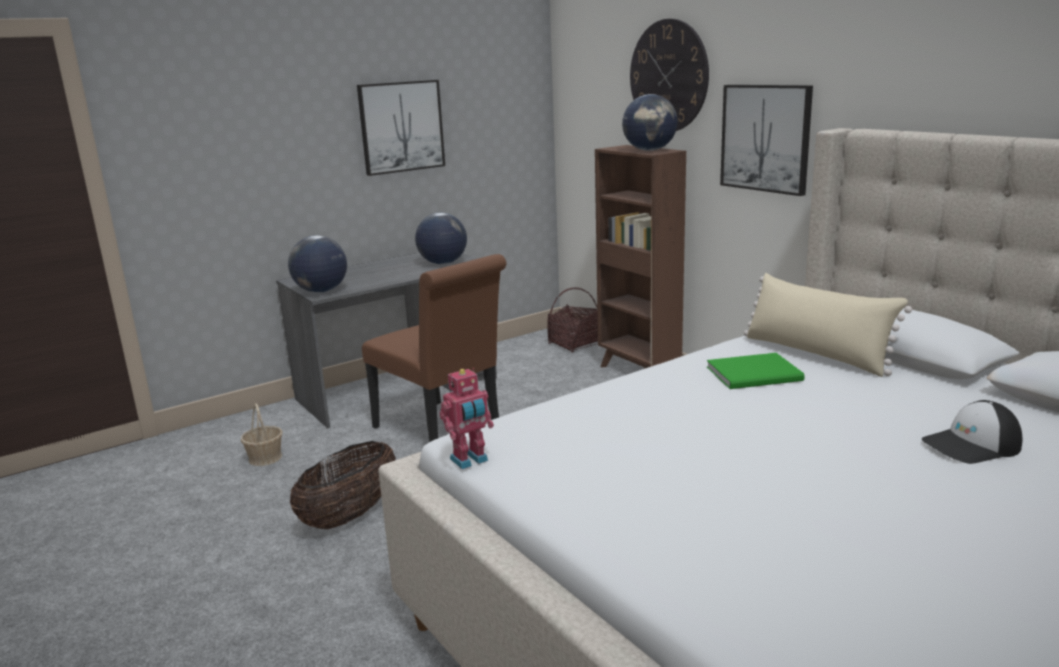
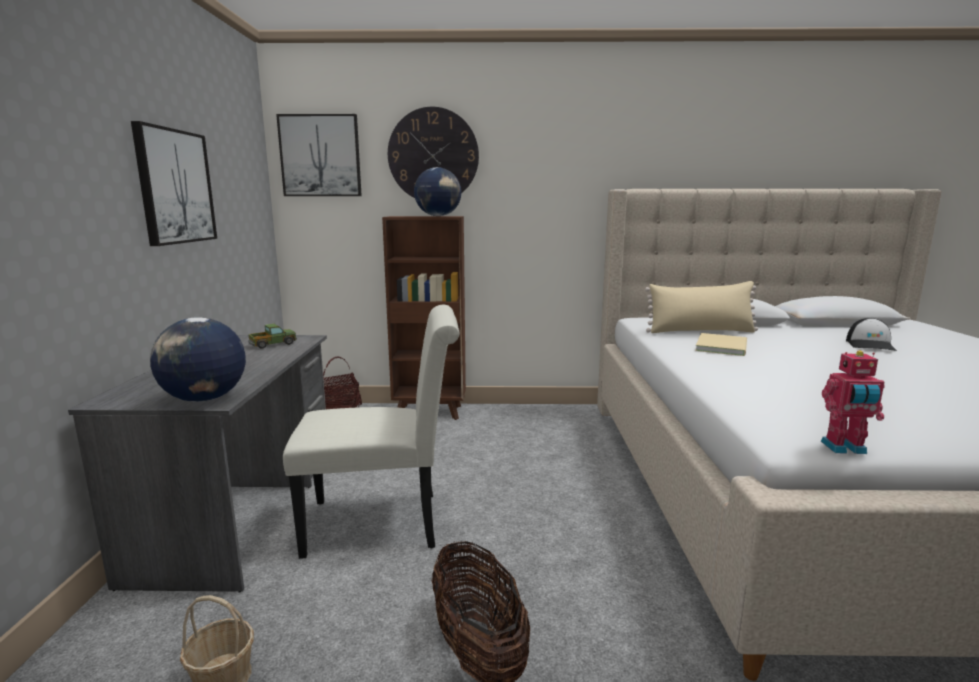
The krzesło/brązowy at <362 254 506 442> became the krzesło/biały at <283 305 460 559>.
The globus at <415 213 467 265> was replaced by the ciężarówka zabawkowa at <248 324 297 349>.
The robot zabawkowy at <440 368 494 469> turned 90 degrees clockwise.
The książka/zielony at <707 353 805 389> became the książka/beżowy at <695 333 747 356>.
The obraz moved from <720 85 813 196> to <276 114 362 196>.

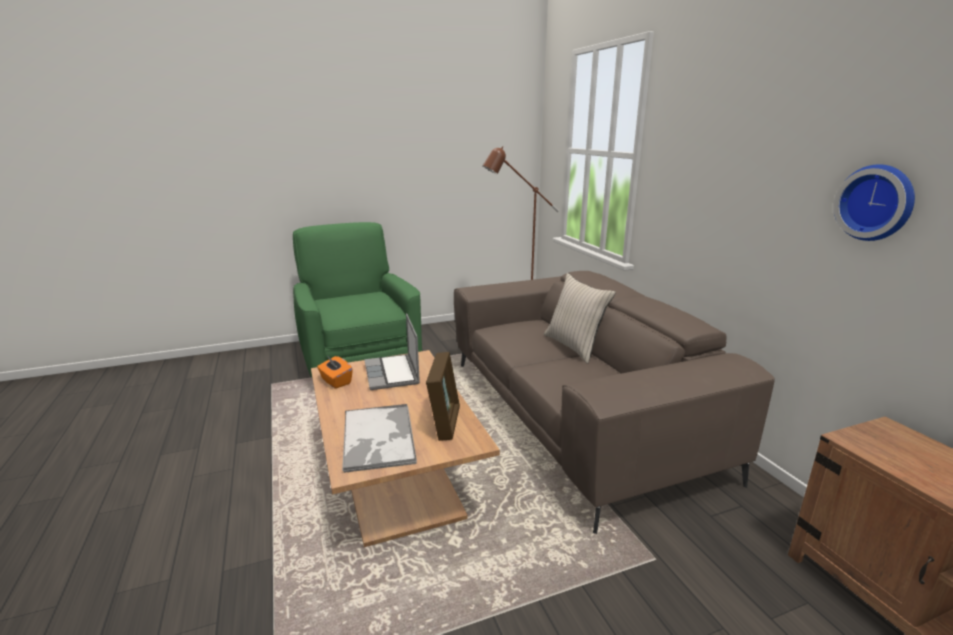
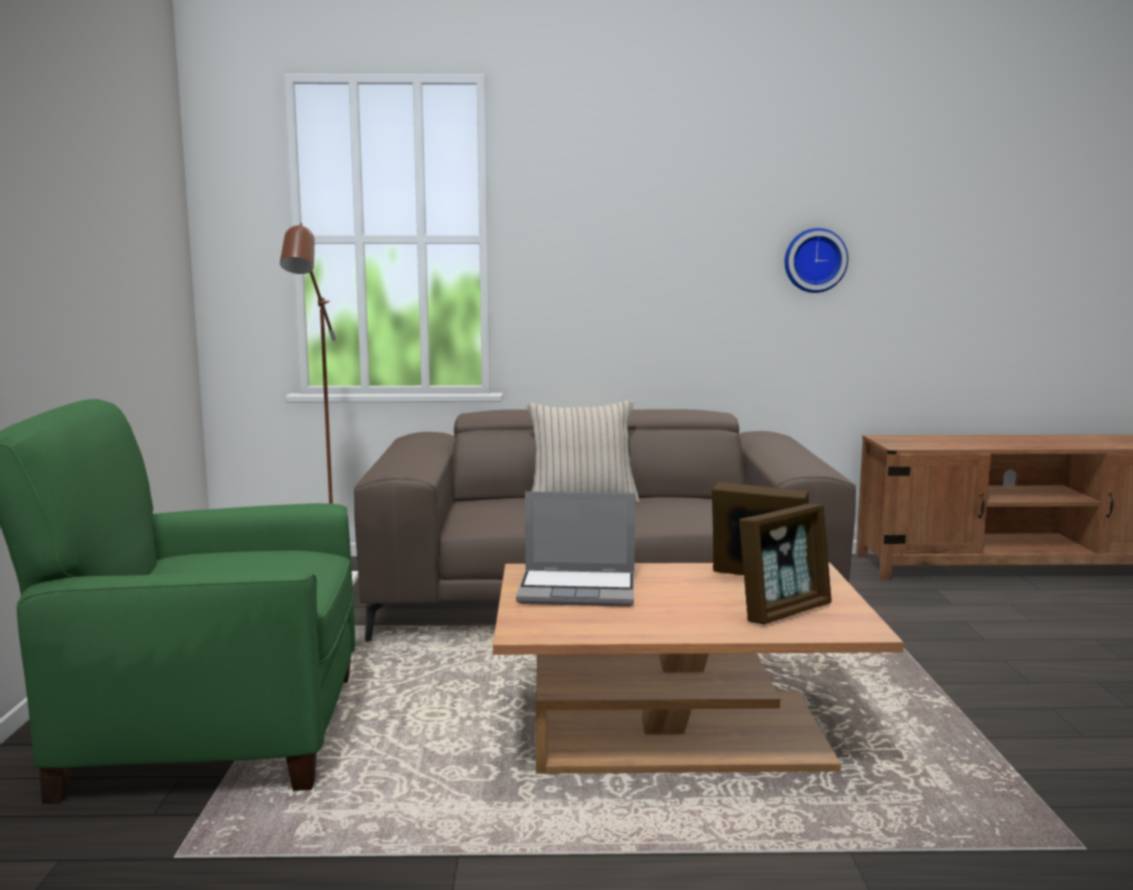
The pudełko chusteczek/pomarańczowy at <317 356 353 389> disappeared.
The taca at <342 404 417 473> was replaced by the ramka na zdjęcie at <739 504 832 624>.

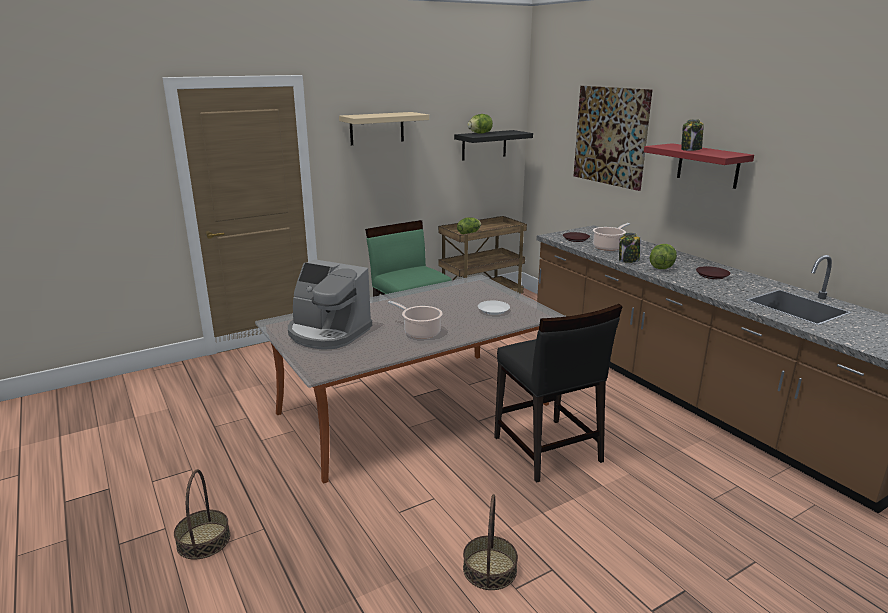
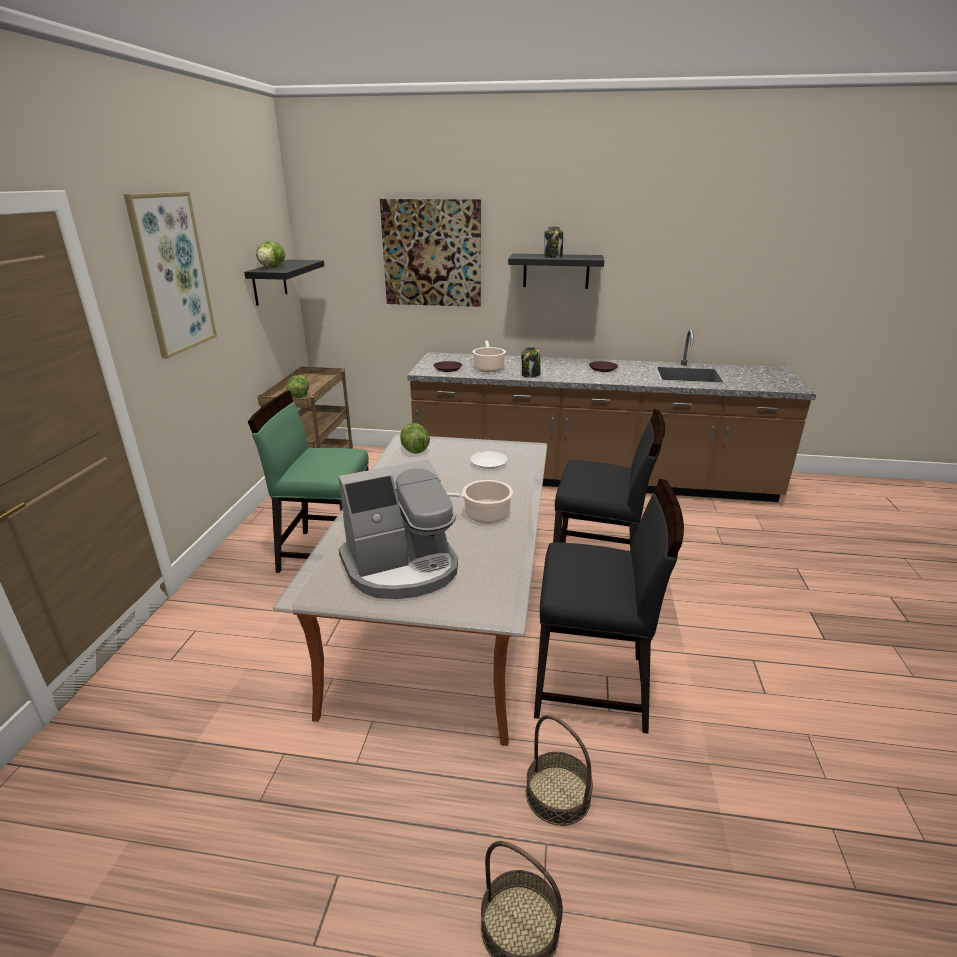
The półka/beżowy at <339 112 429 145> was replaced by the obraz at <124 192 217 359>.
The koszyk moved from <463 494 518 590> to <526 715 593 826>.
The półka/czerwony at <644 143 754 189> became the półka/czarny at <508 254 604 289>.
The sałata moved from <650 244 677 269> to <400 423 430 454>.
The krzesło/czarny at <534 479 684 734> appeared.

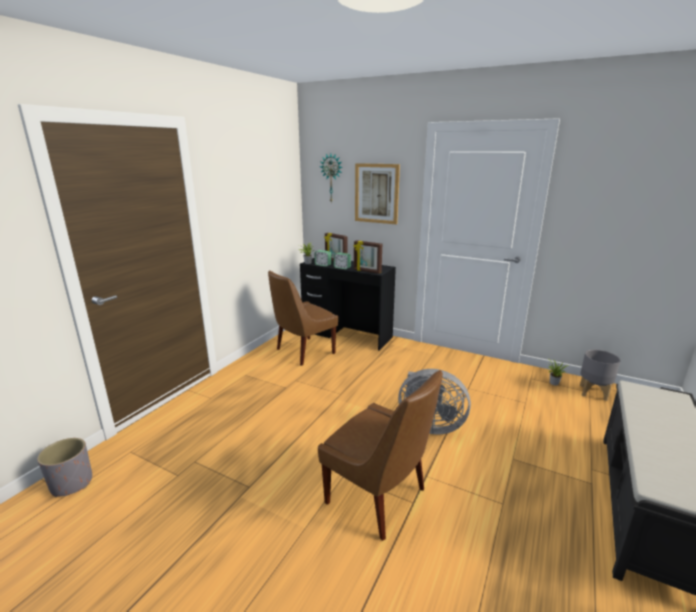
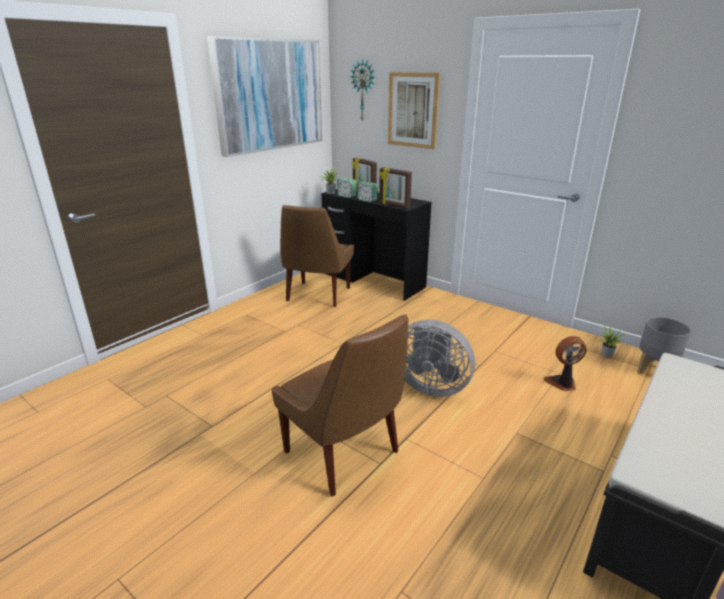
The donica/szary at <37 438 92 497> disappeared.
The krzesło/brązowy at <268 270 338 366> turned 45 degrees counterclockwise.
The obraz at <207 36 322 157> appeared.
The wentylator at <544 336 587 391> appeared.

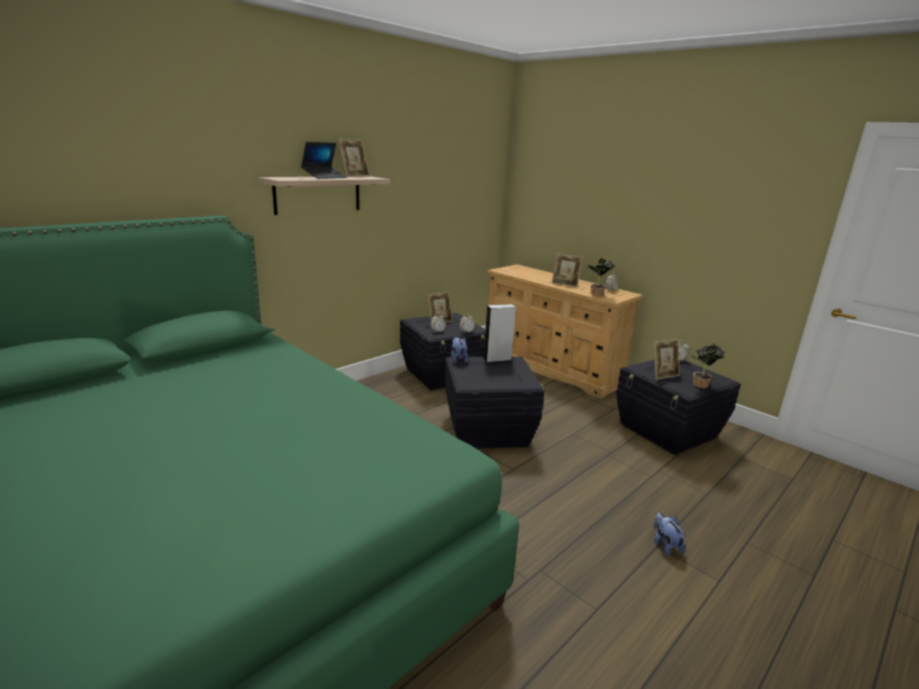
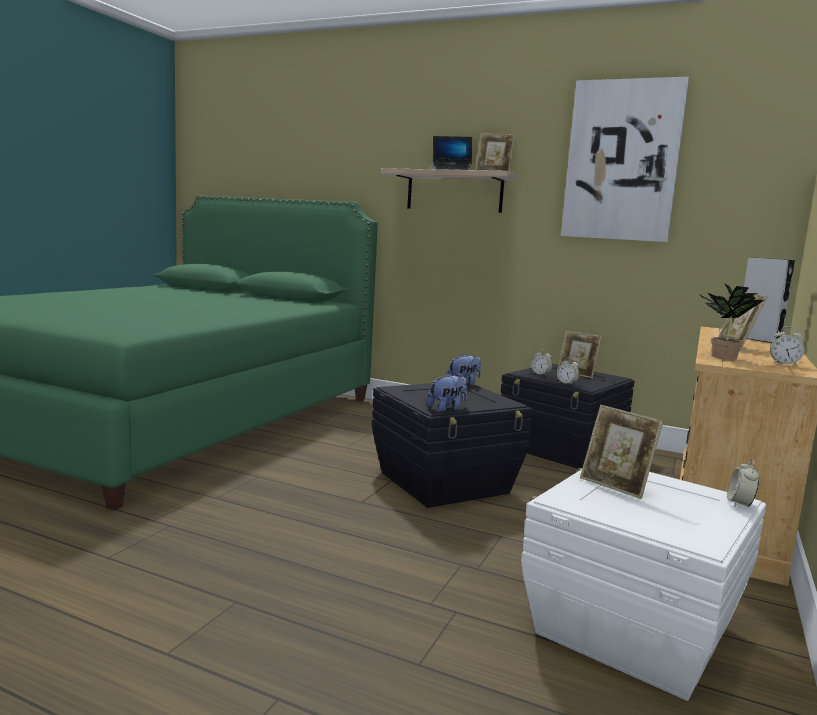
The głośnik/szary moved from <483 304 516 363> to <744 257 795 343>.
The pojemnik do przechowywania/czarny at <616 360 741 455> became the pojemnik do przechowywania/biały at <521 468 766 701>.
The pluszak moved from <653 513 685 557> to <427 373 467 412>.
The roślina doniczkowa at <691 344 726 388> disappeared.
The obraz at <561 77 689 242> appeared.

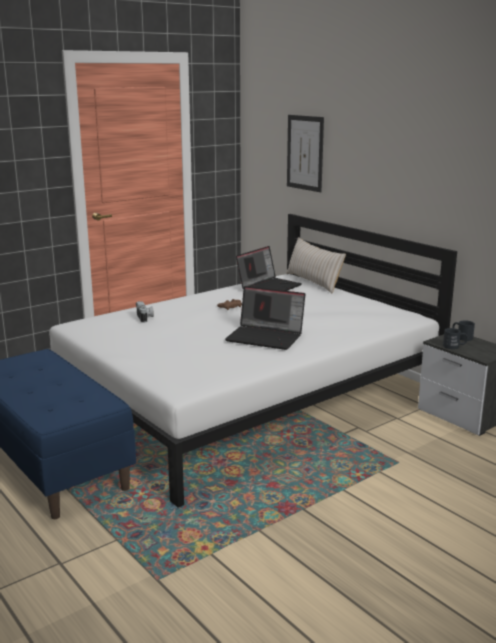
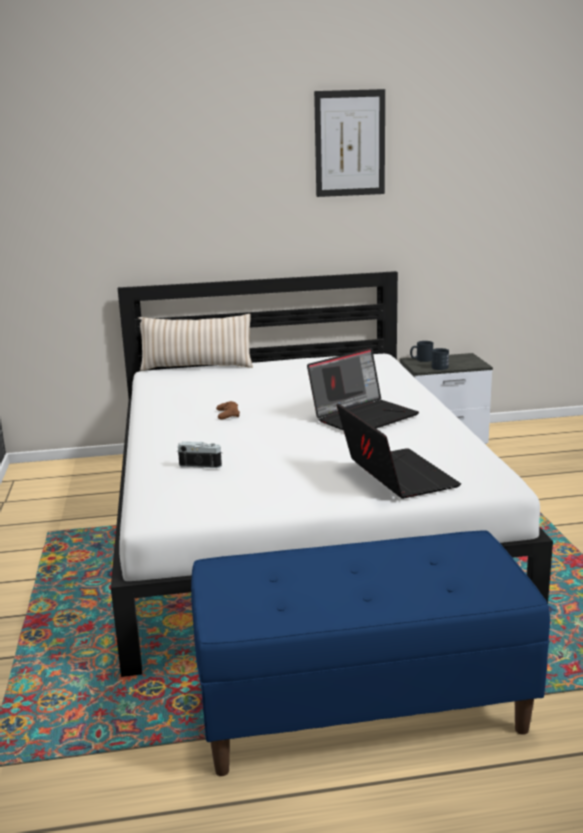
The laptop moved from <236 246 302 291> to <337 403 461 499>.
The obraz moved from <287 115 324 192> to <314 89 385 197>.

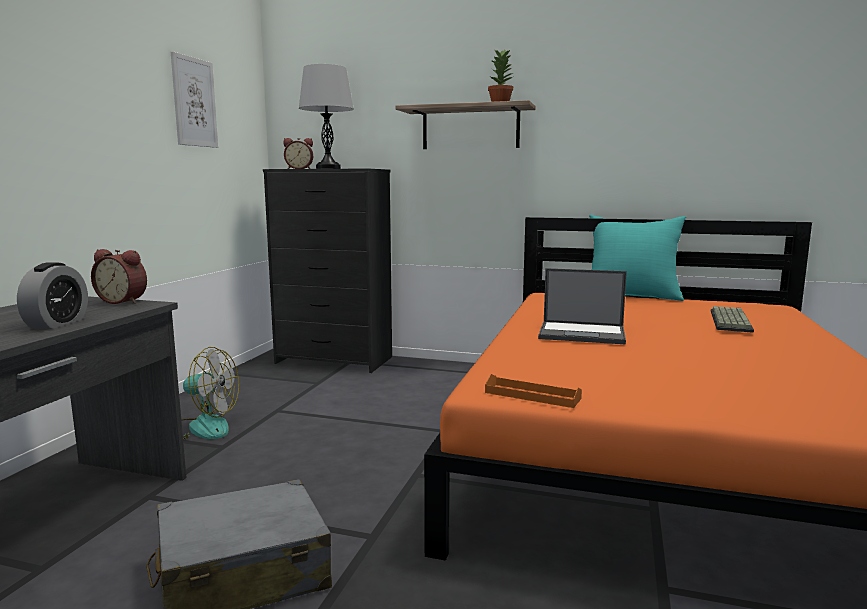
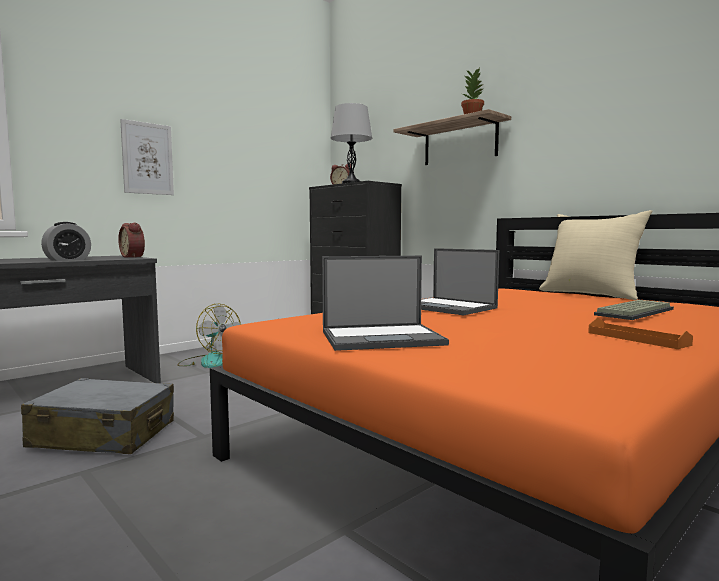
The obraz moved from <171 51 218 148> to <120 119 174 195>.
The taca/pomarańczowy moved from <485 374 582 408> to <588 317 693 349>.
The poduszka/turkusowy at <589 215 686 301> became the poduszka/beżowy at <539 210 652 300>.
The laptop at <322 255 449 351> appeared.

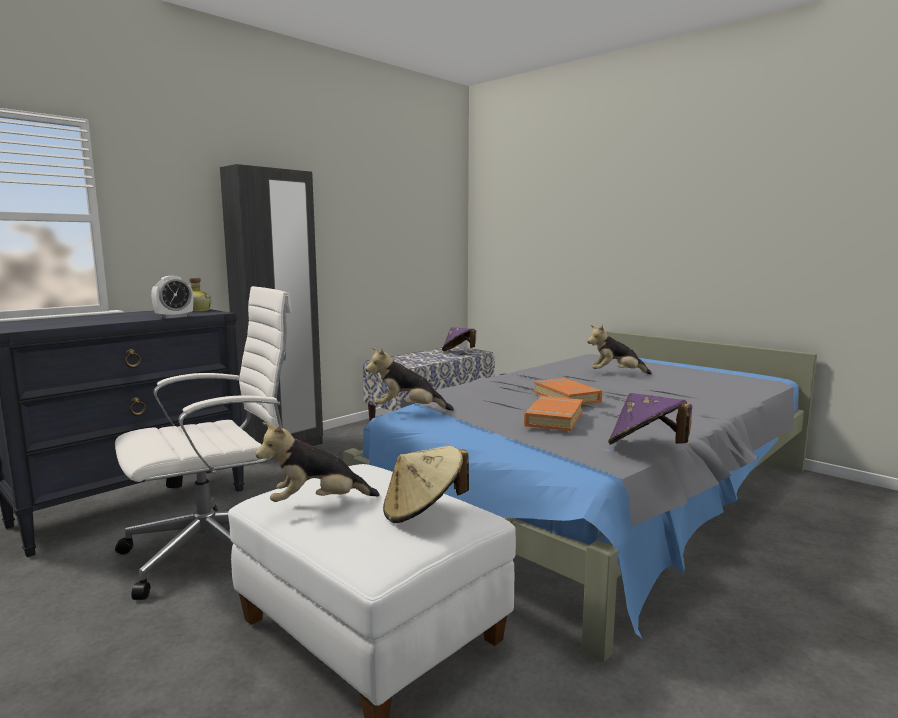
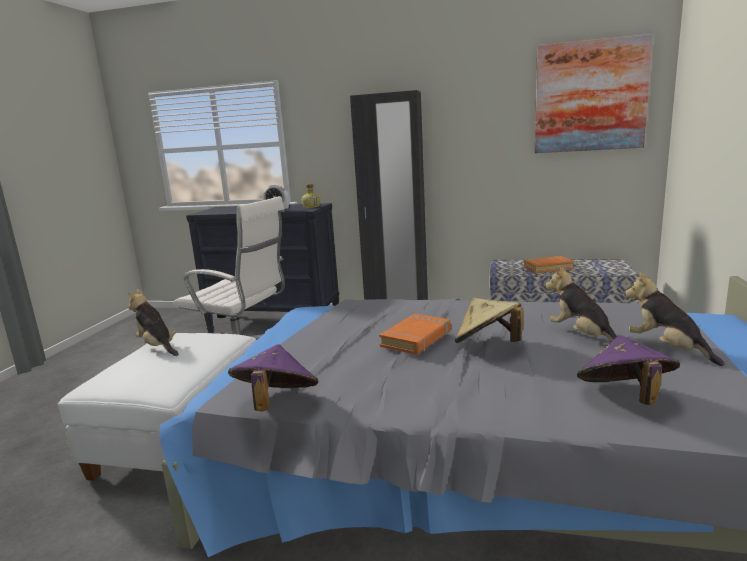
The pluszak moved from <366 347 454 411> to <624 272 724 366>.
The kapelusz/beżowy moved from <383 446 469 523> to <455 298 524 343>.
The kapelusz/fioletowy moved from <442 327 476 351> to <577 335 680 405>.
The książka/pomarańczowy moved from <524 396 583 431> to <524 256 575 273>.
The obraz at <535 34 653 153> appeared.

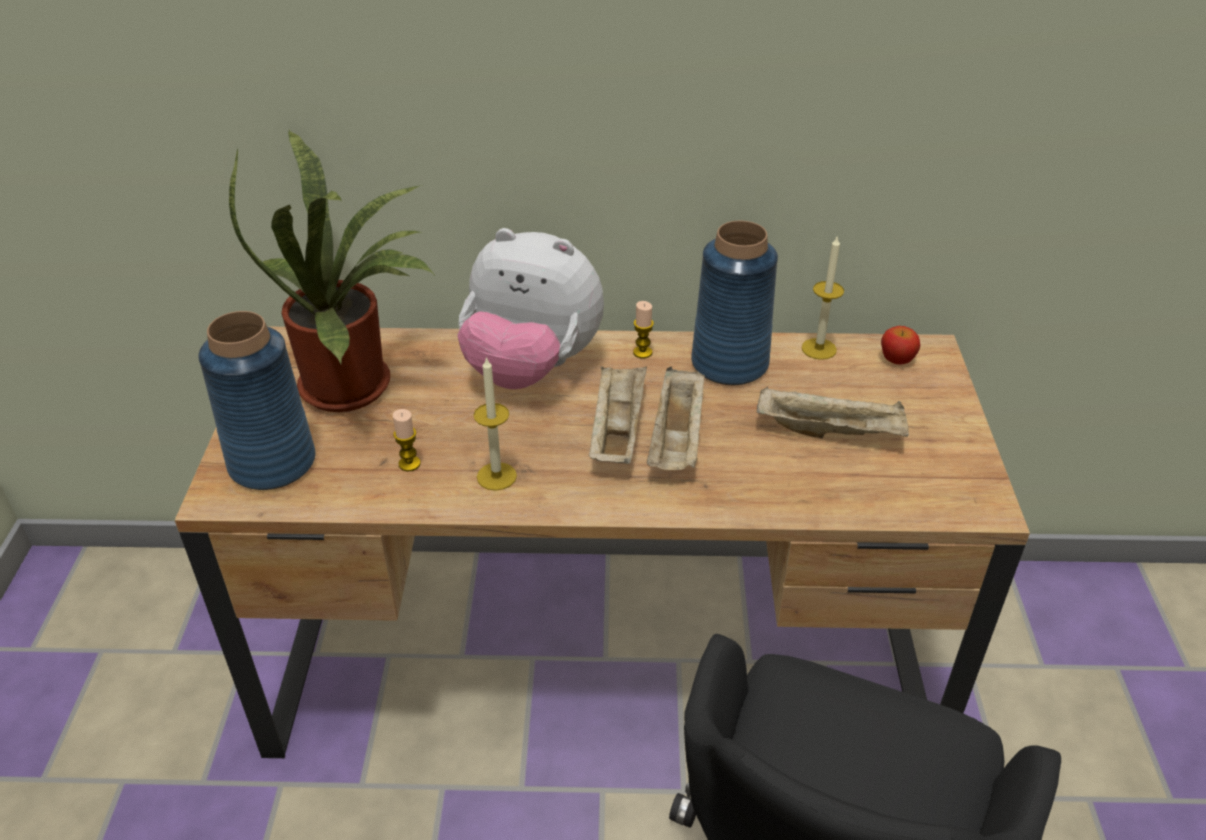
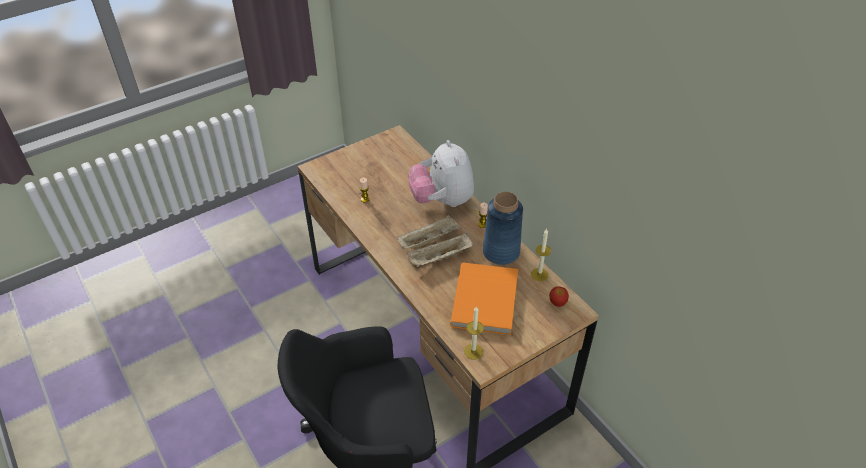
The wazon/niebieski at <198 311 315 490> disappeared.
The roślina doniczkowa at <229 130 434 412> disappeared.
The świeca moved from <473 356 517 491> to <464 306 484 360>.
The taca/beżowy at <757 387 909 438> was replaced by the książka/pomarańczowy at <450 263 518 335>.

